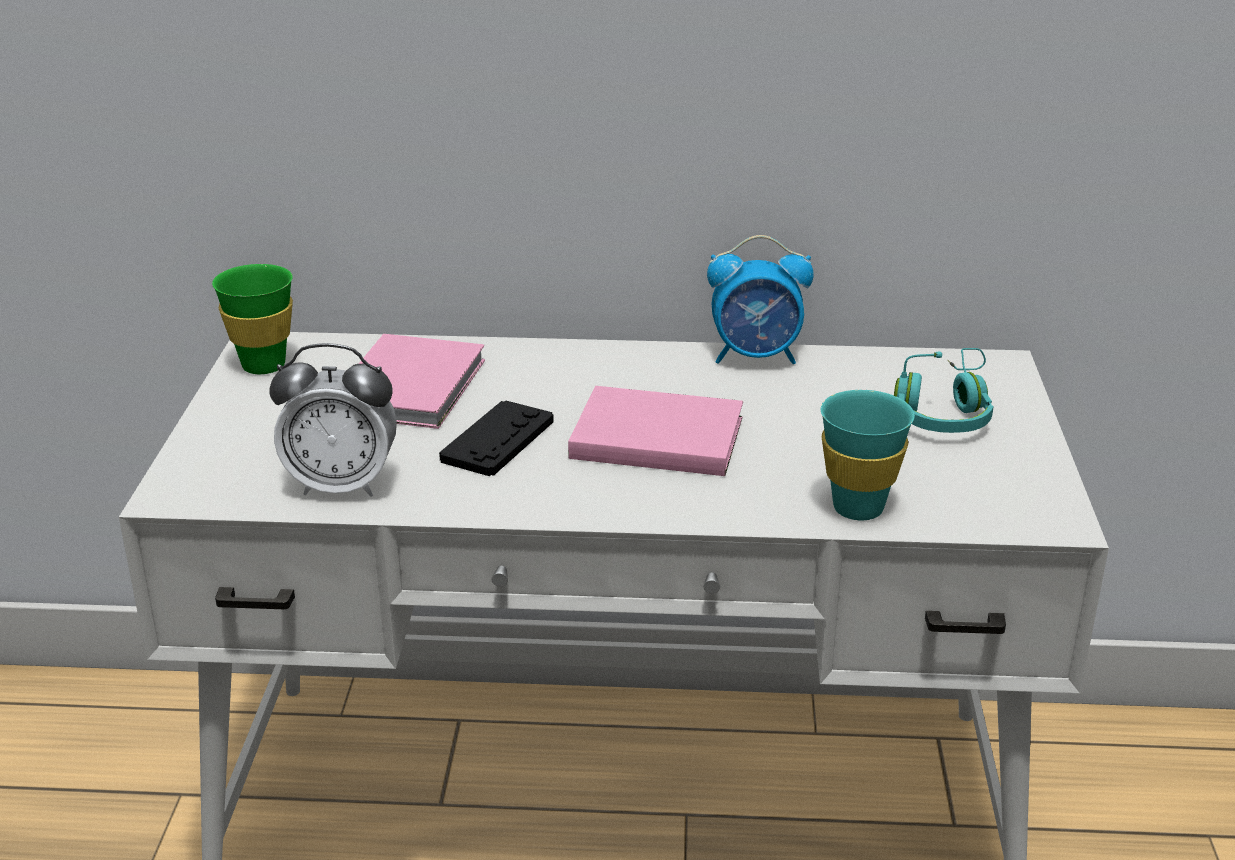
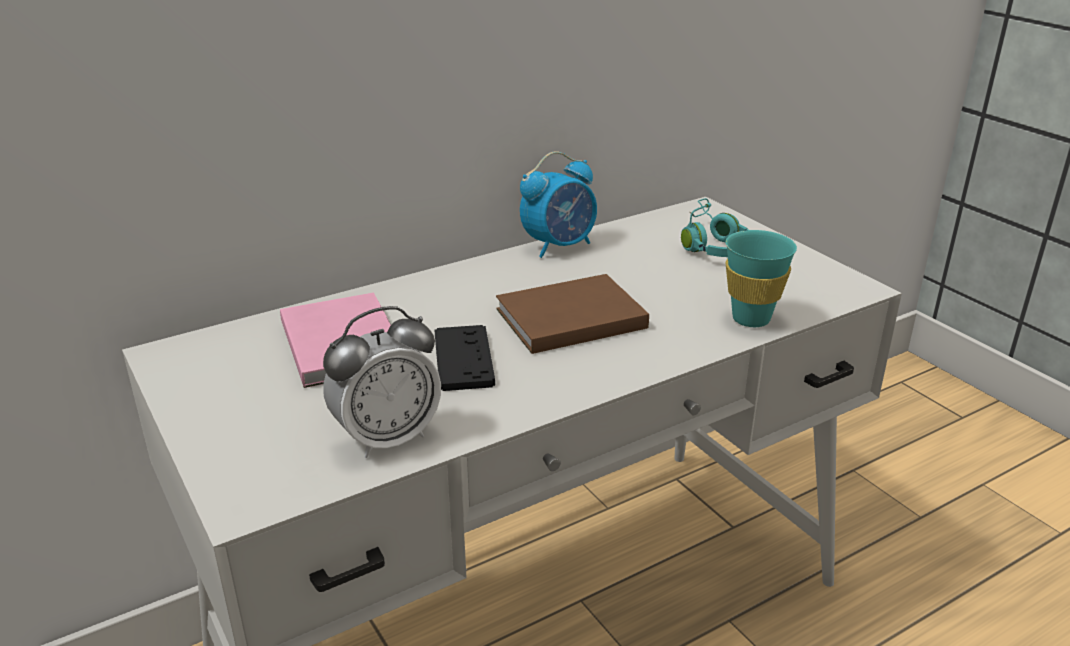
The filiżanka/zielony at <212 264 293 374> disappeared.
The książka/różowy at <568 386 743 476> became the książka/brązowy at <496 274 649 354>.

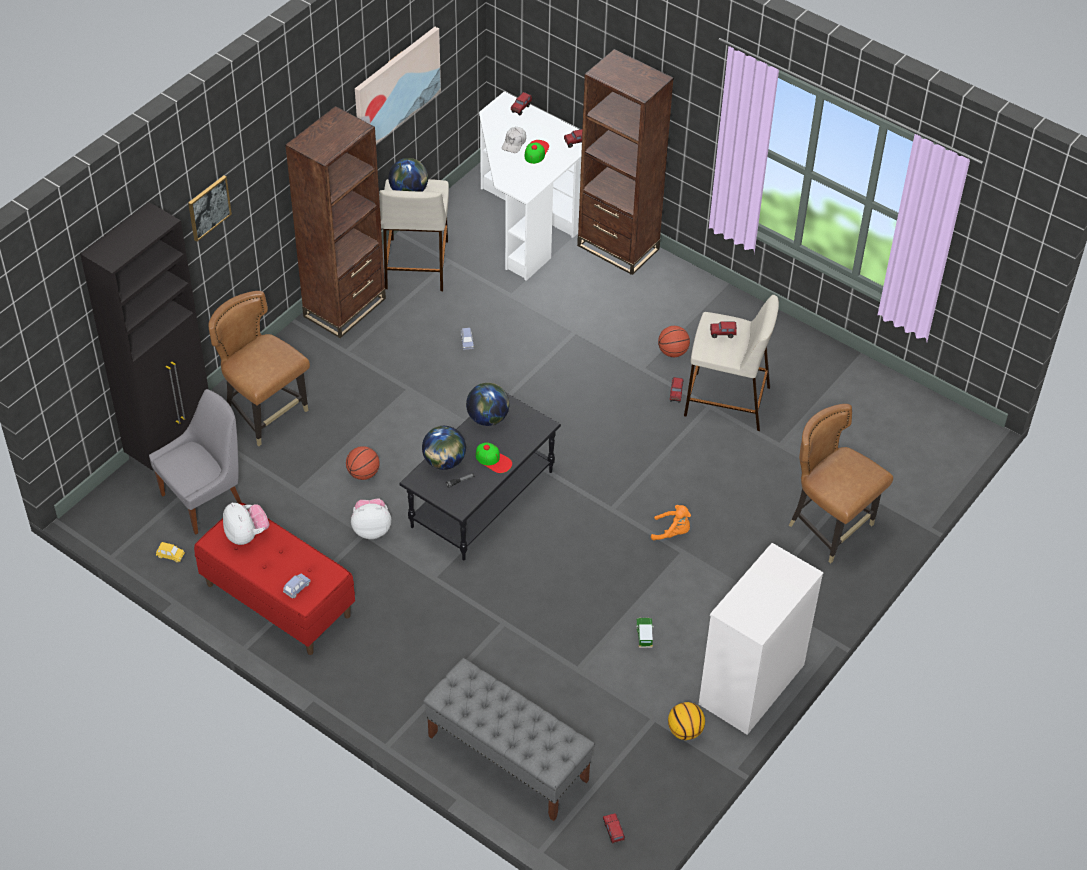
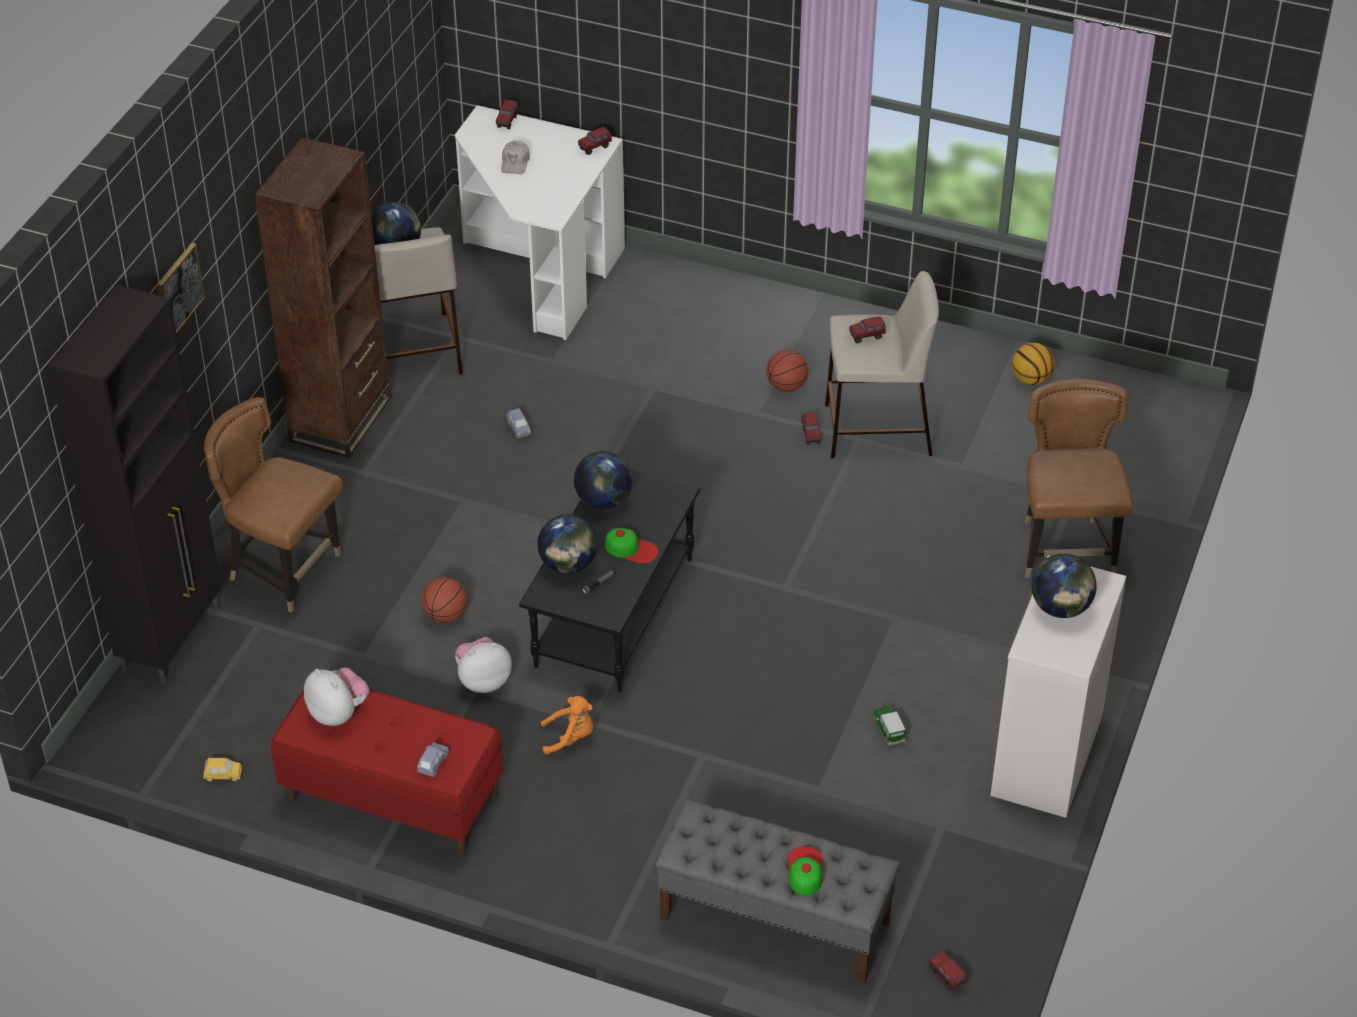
The krzesło/szary at <149 389 242 535> disappeared.
The obraz at <355 27 441 144> disappeared.
The czapka z daszkiem moved from <524 140 549 164> to <788 846 823 896>.
The regał/brązowy at <577 49 674 275> disappeared.
The pluszak/pomarańczowy moved from <651 505 691 541> to <541 696 593 755>.
The piłka do koszykówki moved from <668 702 705 740> to <1012 343 1054 385>.
The krzesło/brązowy at <789 404 893 563> turned 60 degrees clockwise.
The globus at <1031 554 1097 618> appeared.

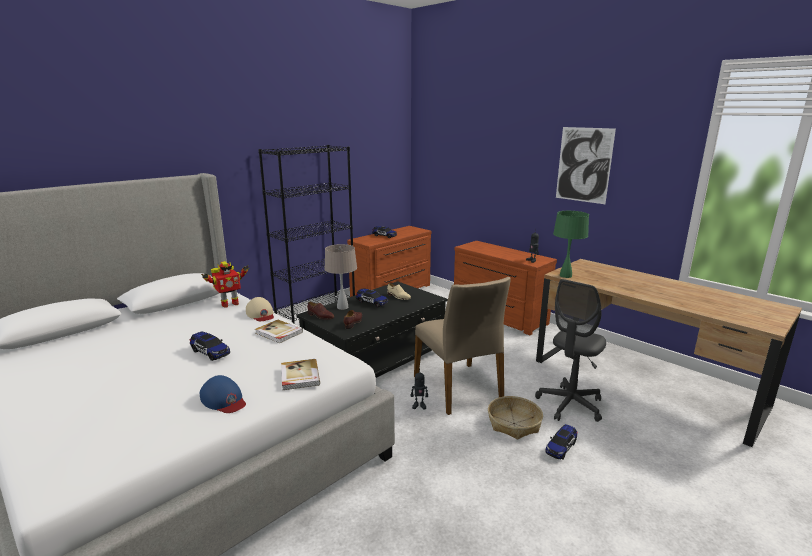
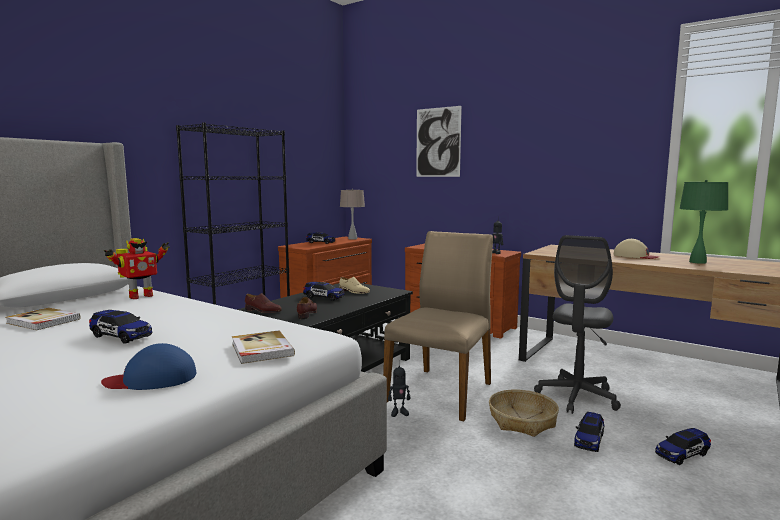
The czapka z daszkiem/niebieski at <200 375 246 413> turned 135 degrees clockwise.
The czapka z daszkiem/beżowy moved from <246 297 274 321> to <614 239 659 259>.
The książka moved from <255 320 303 343> to <5 308 81 330>.
The lampa stołowa/beżowy moved from <324 244 357 310> to <340 189 365 240>.
The krzesło/beżowy at <414 277 511 415> turned 120 degrees counterclockwise.
The lampa stołowa/zielony moved from <553 211 589 278> to <679 180 729 264>.
The obraz moved from <556 127 616 204> to <416 106 462 177>.
The samochodzik at <655 428 711 465> appeared.

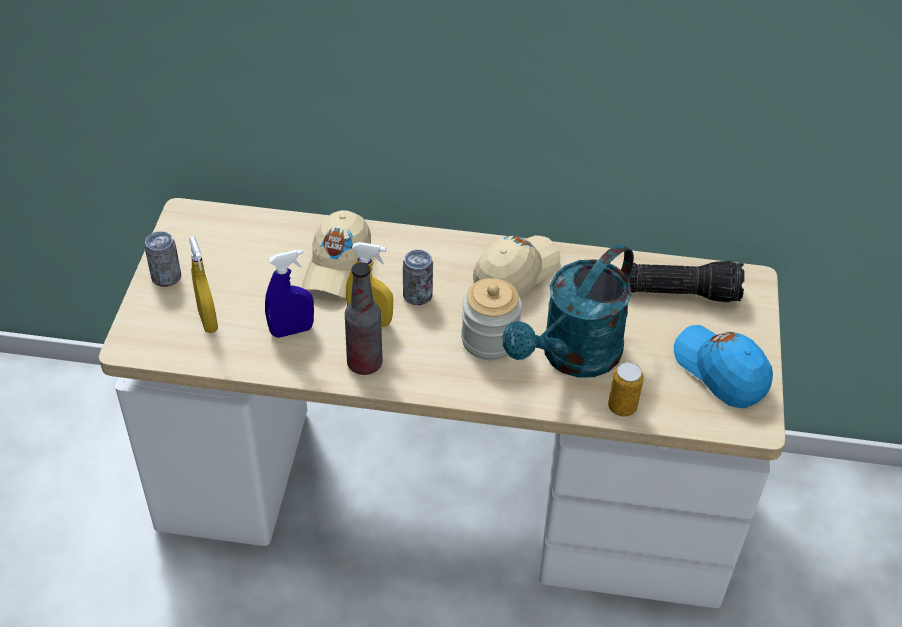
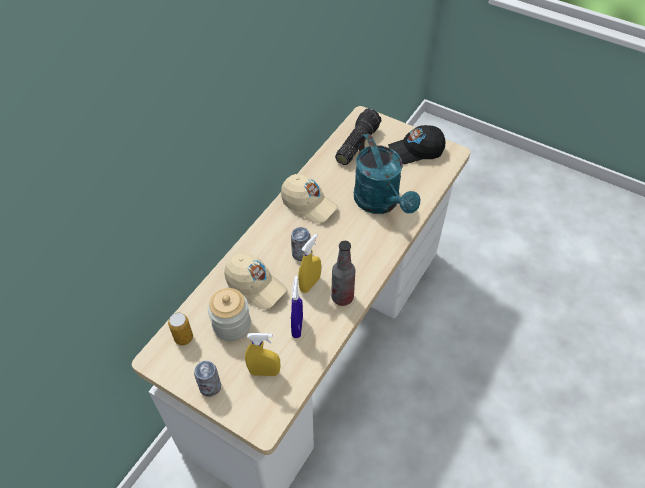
The słoik moved from <461 278 522 360> to <208 288 251 341>.
The czapka z daszkiem/beżowy at <473 235 560 299> turned 150 degrees clockwise.
The puszka moved from <608 362 644 417> to <168 313 193 345>.
The czapka z daszkiem/niebieski at <674 325 773 409> became the czapka z daszkiem/czarny at <388 125 445 164>.

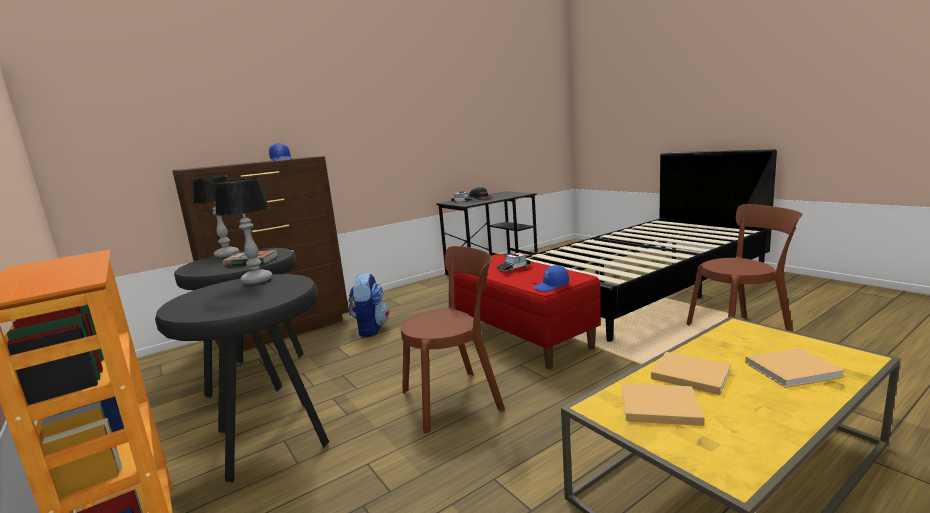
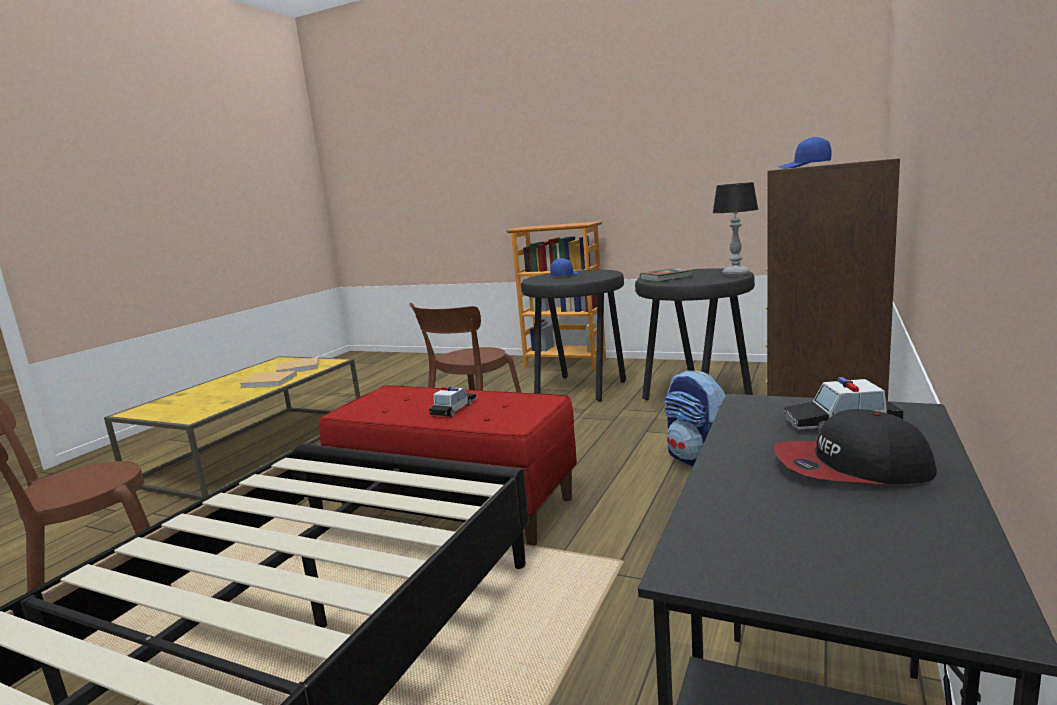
The lampa stołowa at <215 178 272 284> disappeared.
The czapka z daszkiem/niebieski moved from <533 265 569 292> to <550 258 579 276>.
The książka/beżowy at <746 348 845 388> disappeared.

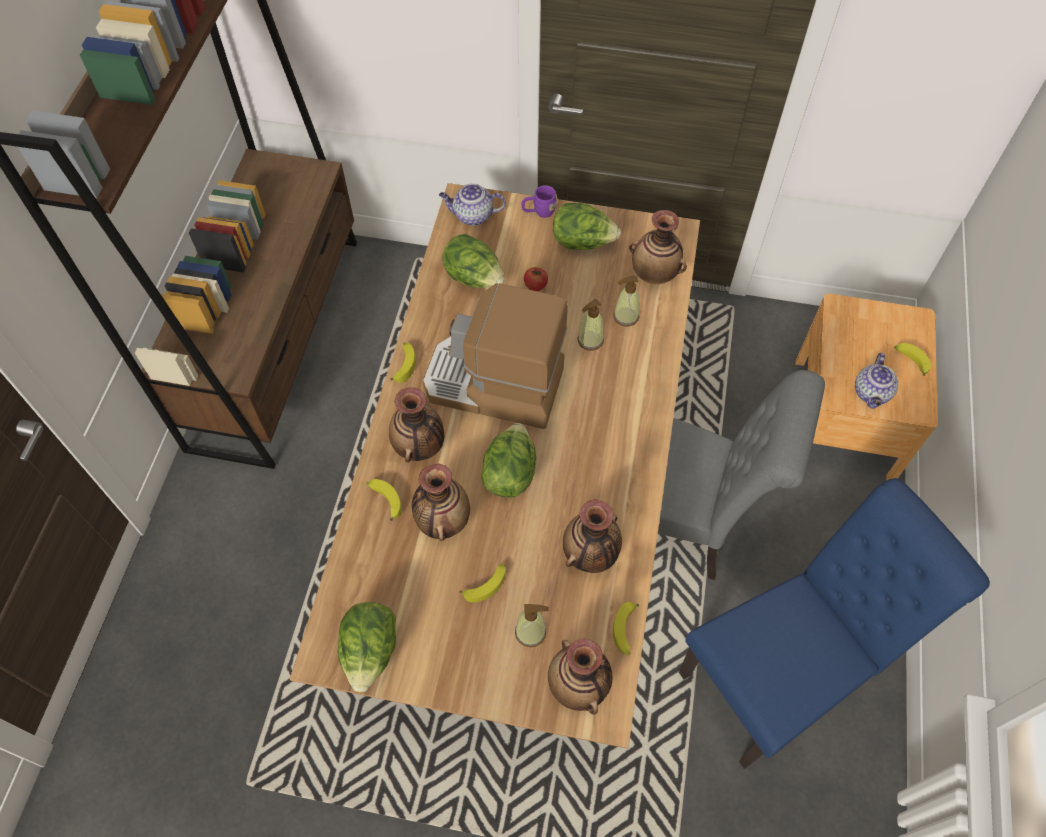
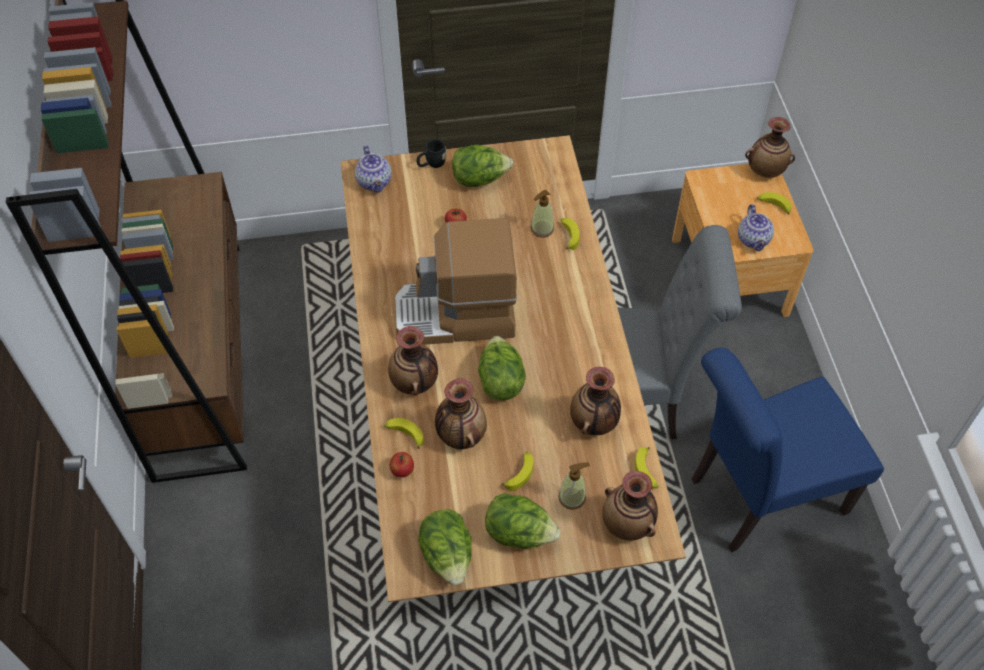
The banan moved from <390 342 416 383> to <560 218 580 250>.
The imbryk at <439 183 506 226> turned 90 degrees counterclockwise.
The sałata moved from <442 234 505 288> to <485 493 560 549>.
The kubek/fioletowy at <521 185 557 218> became the kubek/czarny at <417 139 447 168>.
The dozownik mydła at <577 299 604 351> disappeared.
The wazon moved from <629 210 687 284> to <745 117 795 178>.
The krzesło/niebieski at <679 478 990 769> turned 150 degrees counterclockwise.
The jabłko at <390 452 414 477> appeared.

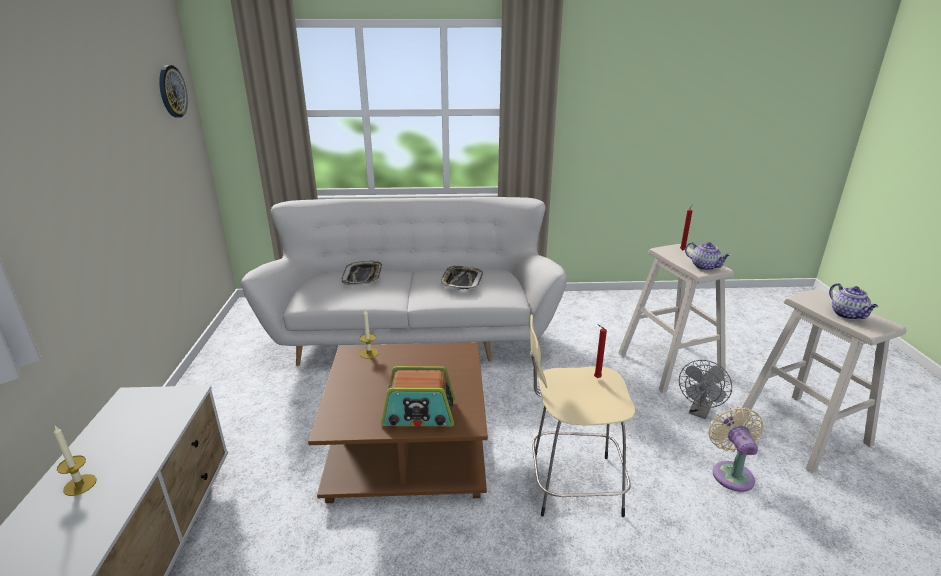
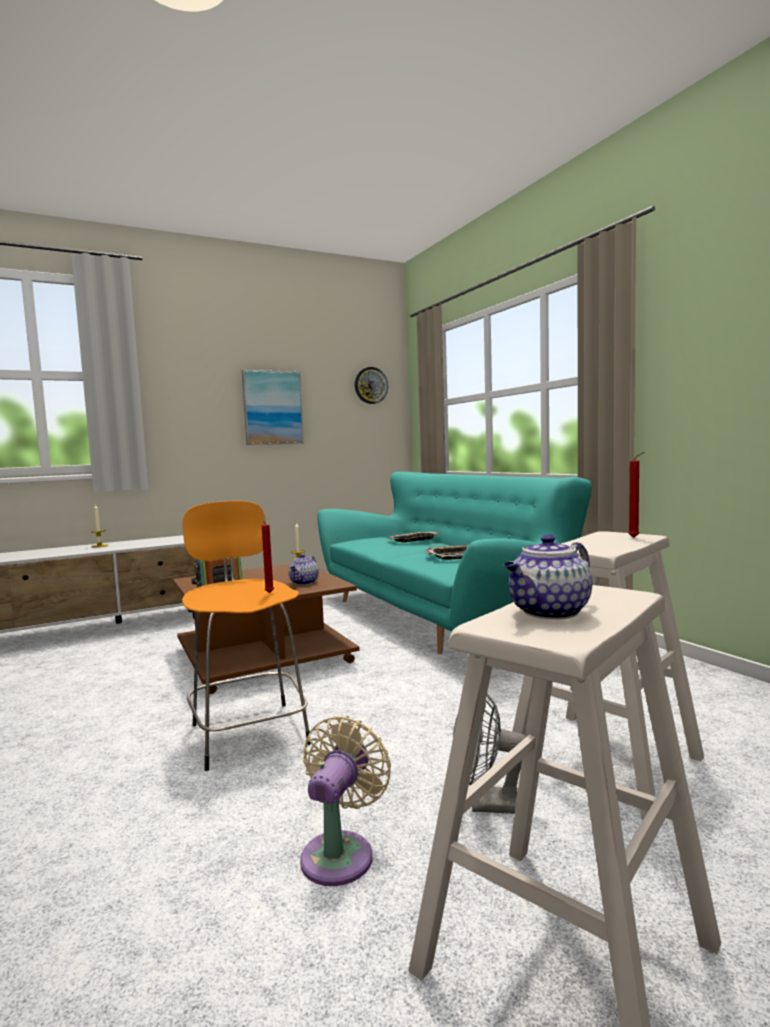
The kanapa/biały at <241 197 567 366> became the kanapa/turkusowy at <318 472 592 654>.
The stołek/beżowy at <530 315 635 517> became the stołek/pomarańczowy at <182 501 311 771>.
The imbryk moved from <685 242 731 271> to <289 554 319 585>.
The wentylator/beżowy at <708 407 764 492> turned 45 degrees counterclockwise.
The obraz at <242 370 304 445> appeared.

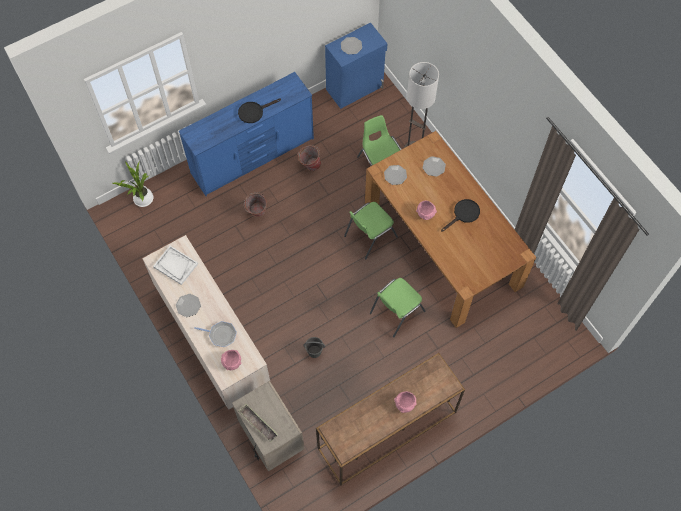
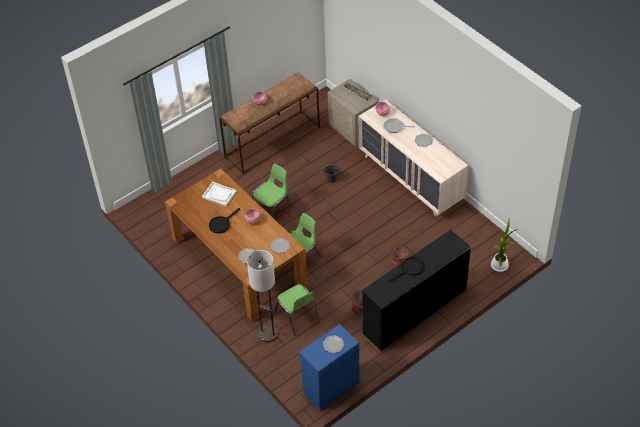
The taca/biały moved from <153 246 198 285> to <202 182 236 206>.
The komoda/niebieski at <179 72 314 196> became the komoda/czarny at <362 229 471 352>.

